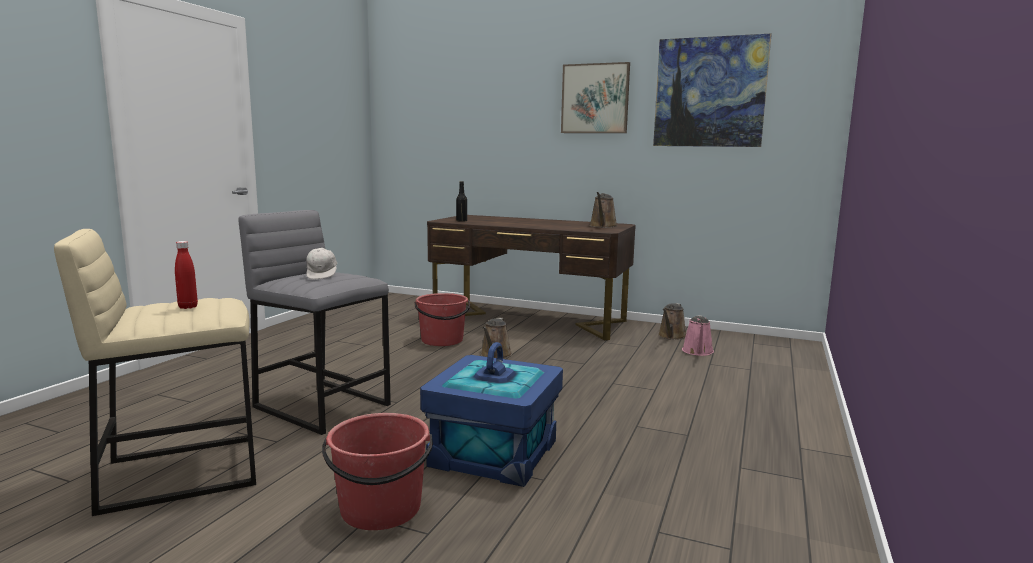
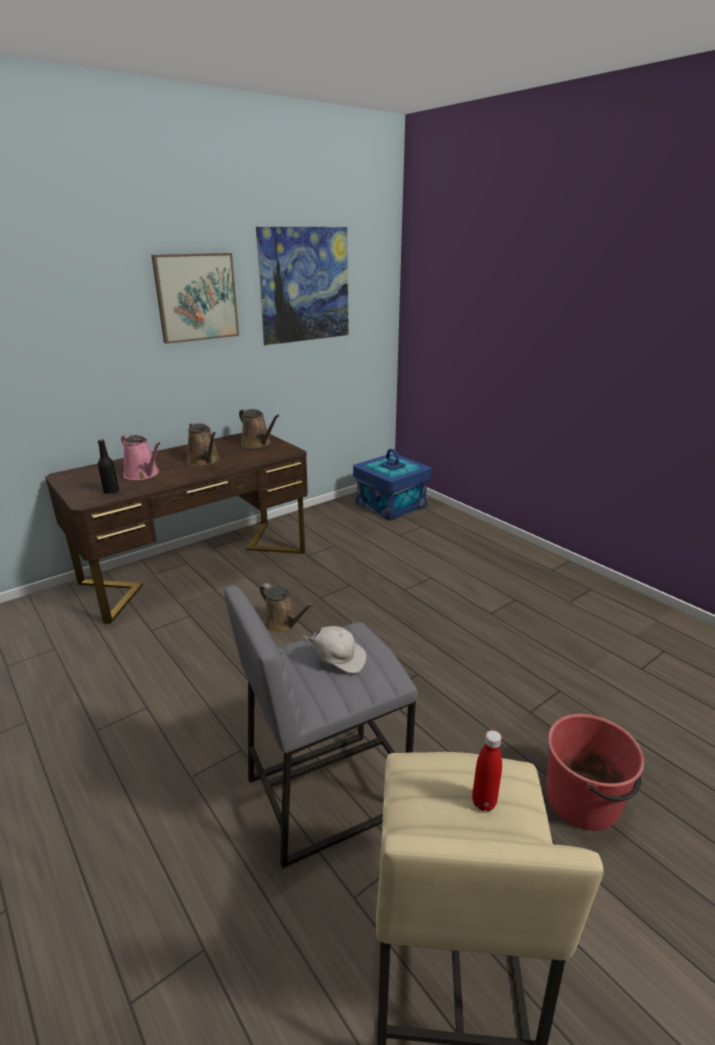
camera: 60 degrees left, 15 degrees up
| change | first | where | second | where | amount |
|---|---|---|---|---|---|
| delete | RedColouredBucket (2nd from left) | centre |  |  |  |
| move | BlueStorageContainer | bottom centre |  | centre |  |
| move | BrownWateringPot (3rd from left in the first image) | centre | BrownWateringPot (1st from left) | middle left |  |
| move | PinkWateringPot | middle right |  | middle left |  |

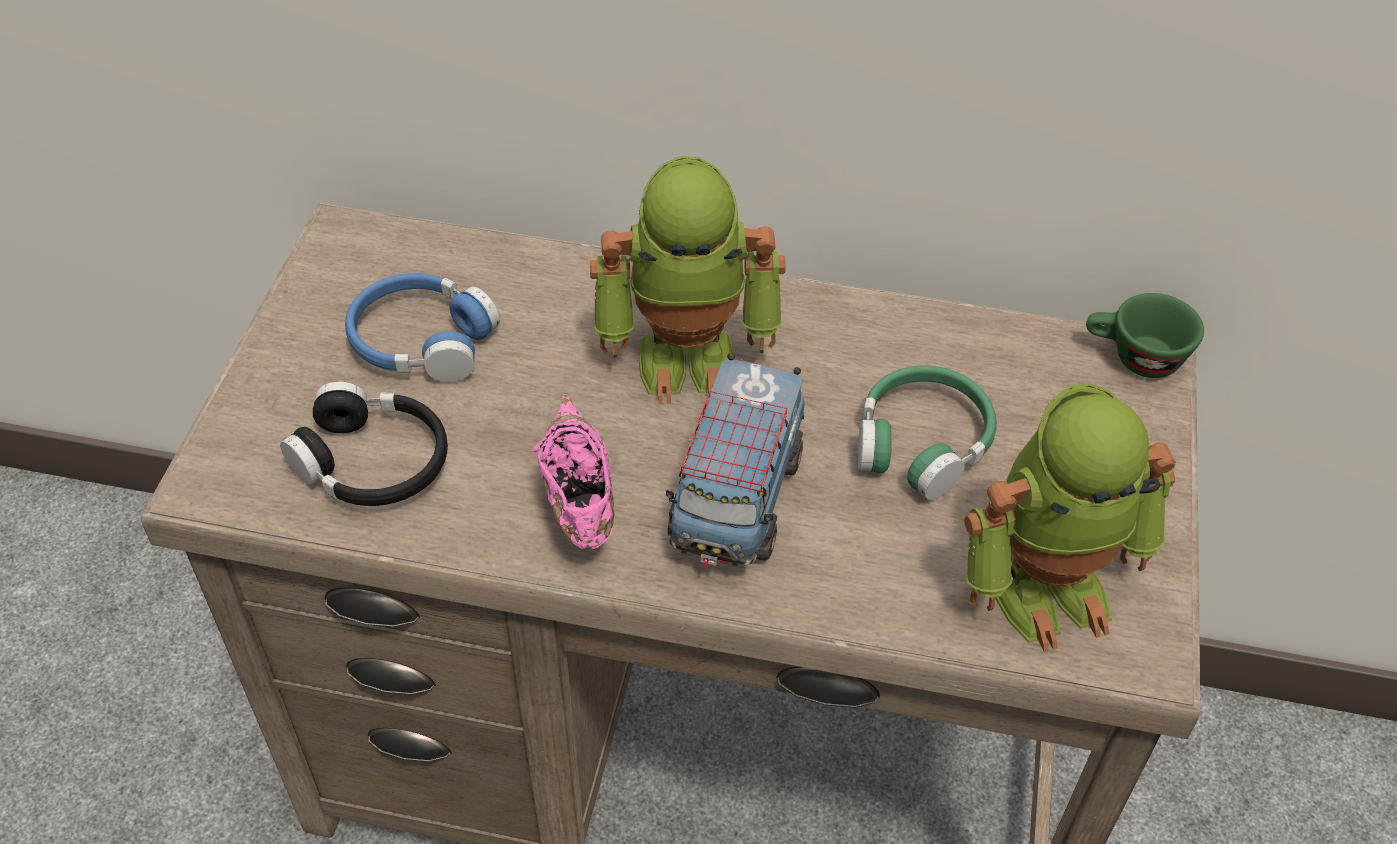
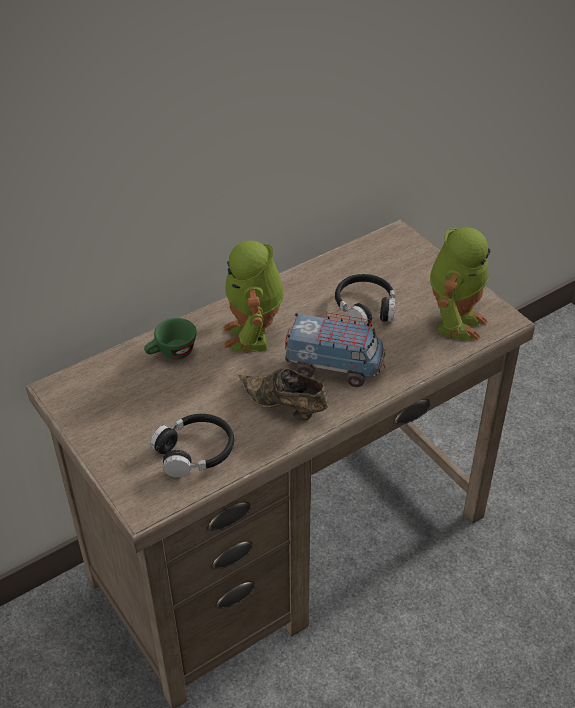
camera: 45 degrees left, 5 degrees down
| change | first | where | second | where | amount |
|---|---|---|---|---|---|
| delete | BlueHeadphones | middle left |  |  |  |
| move | GreenishDrinkingCup | middle right |  | middle left |  |
| recolor | PinkShoe | centre | BrownShoe | centre |  |
| recolor | GreenishHeadphones | centre | BlackHeadphones (2nd from left) | centre |  |
| rotate | ModelRobot (1st from left) | top centre |  | centre | 135 degrees clockwise |
| rotate | ToyLorry | centre |  | centre | 45 degrees counterclockwise |

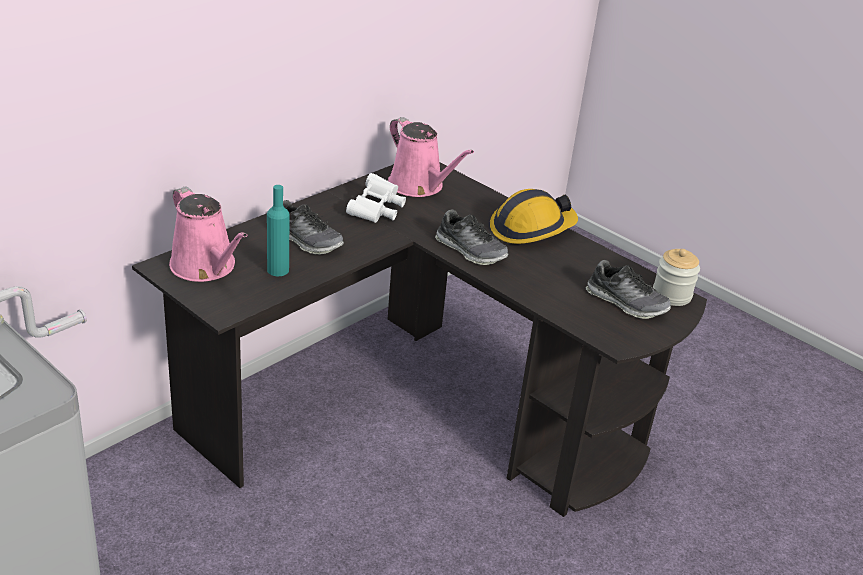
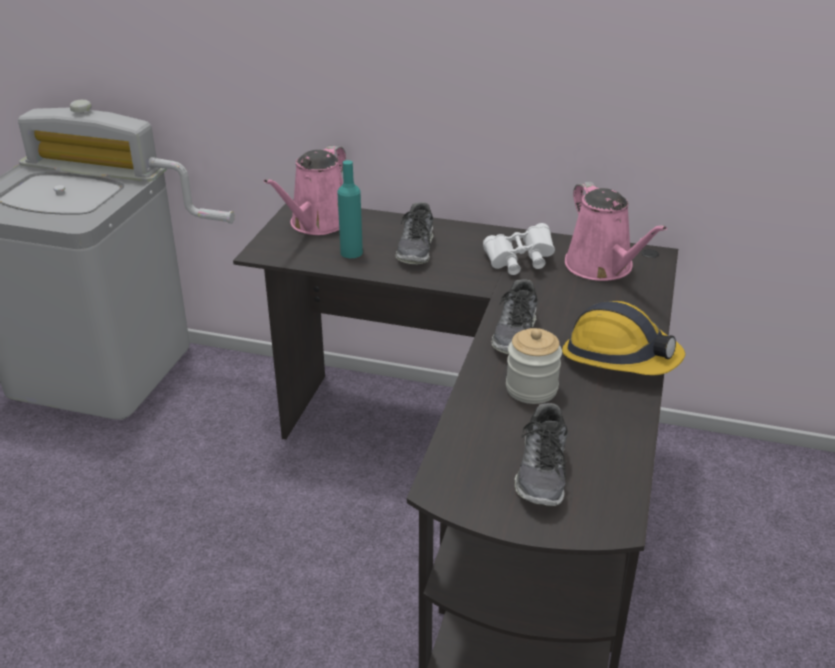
camera: 65 degrees right, 0 degrees up
| change | first | where | second | where | amount |
|---|---|---|---|---|---|
| move | PreserveJar | middle right |  | centre |  |
| rotate | PinkWateringPot (2nd from left) | top centre |  | middle right | 45 degrees counterclockwise |

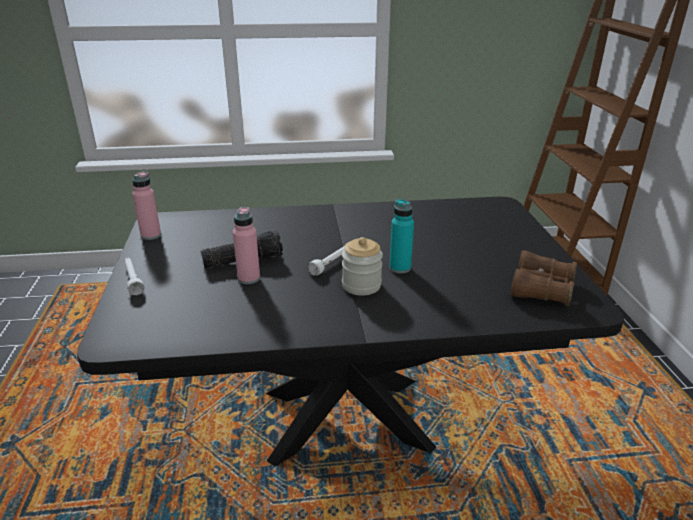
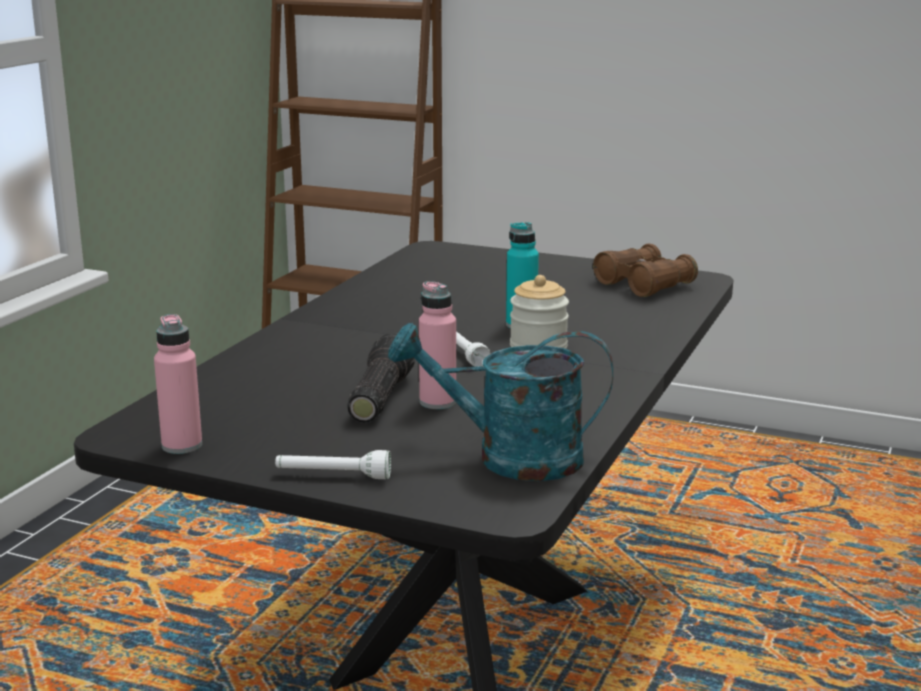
camera: 60 degrees left, 10 degrees down
| change | first | where | second | where | amount |
|---|---|---|---|---|---|
| insert |  |  | TurquoiseWateringPot | centre |  |

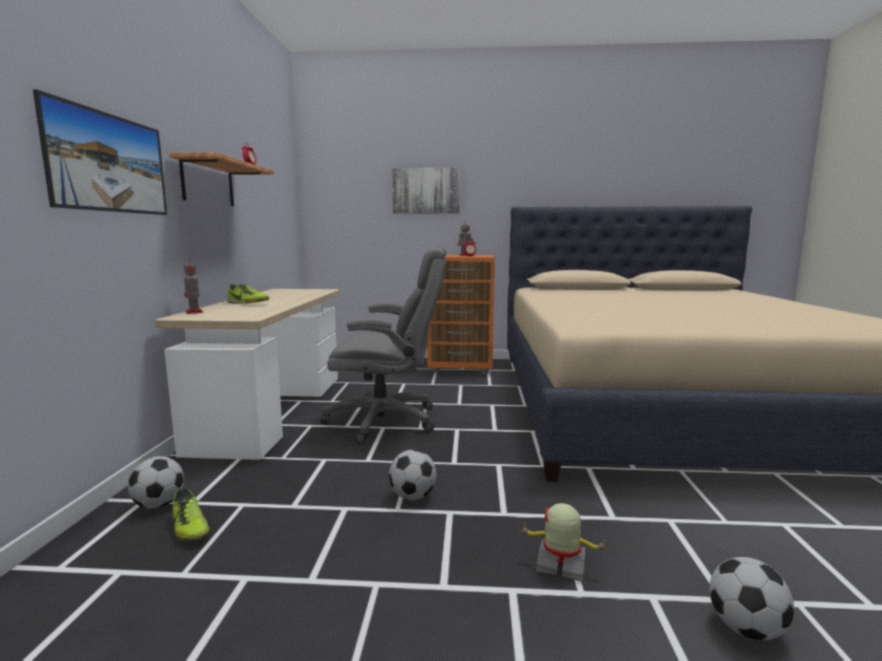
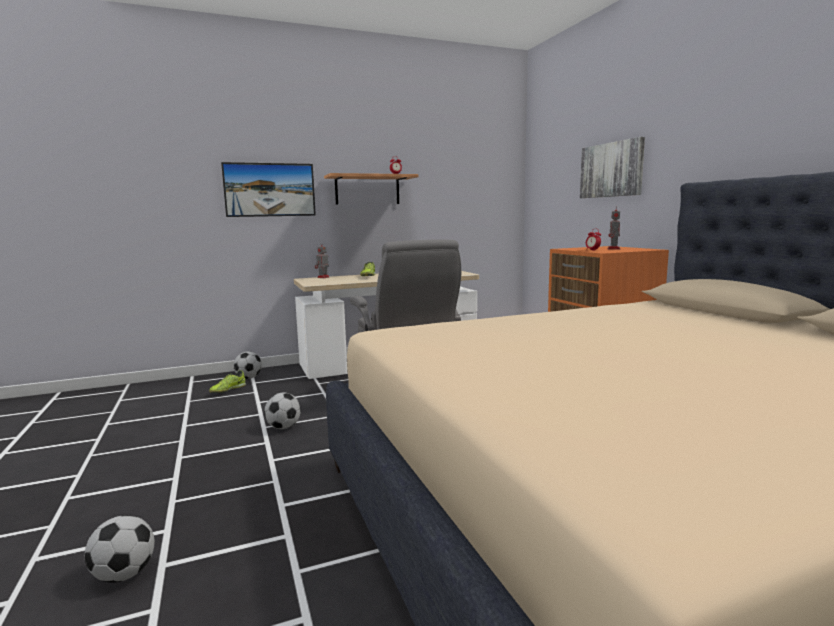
camera: 65 degrees right, 0 degrees up
| change | first | where | second | where | amount |
|---|---|---|---|---|---|
| delete | ModelRobot (3rd from left) | bottom centre |  |  |  |

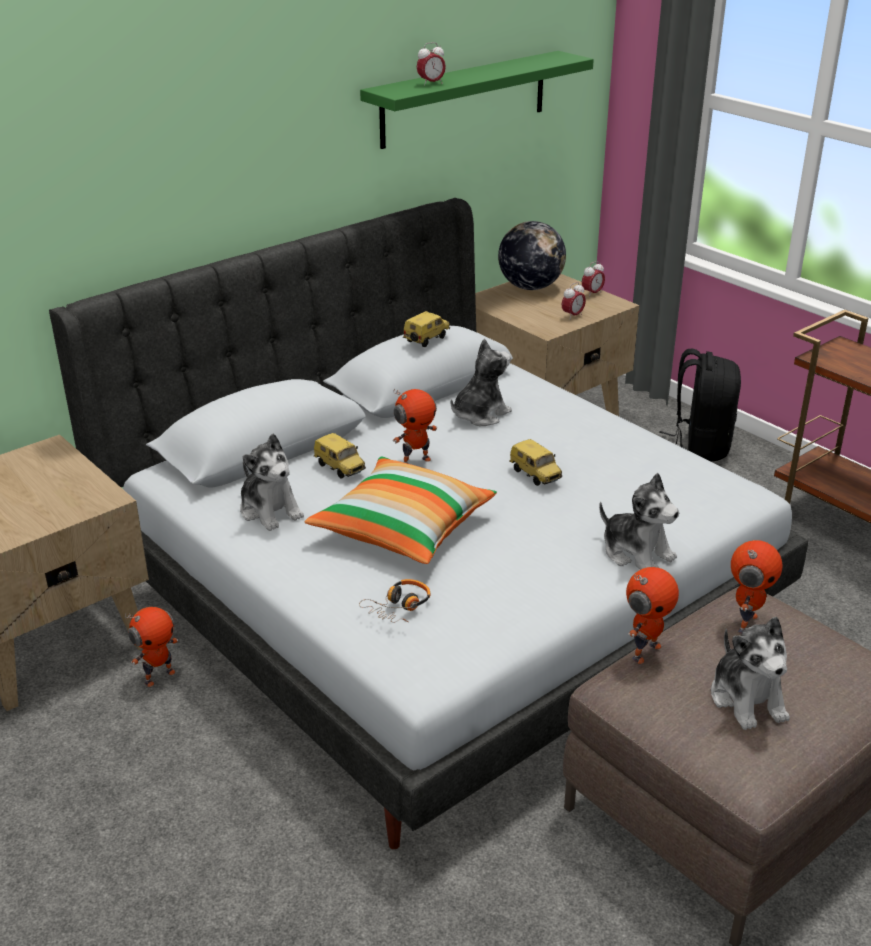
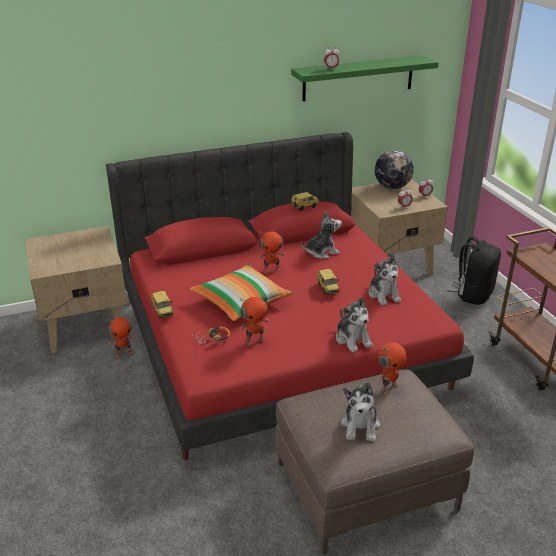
camera: 20 degrees right, 0 degrees up
| change | first | where | second | where | amount |
|---|---|---|---|---|---|
| move | CuddlyToy (1st from left in the first image) | middle left | CuddlyToy (4th from left) | middle right |  |
| move | ModelCar (1st from left) | centre |  | middle left |  |
| move | ModelRobot (3rd from left in the first image) | middle right | ModelRobot (2nd from left) | centre |  |
| recolor | GreySleepingBed | centre | RedColouredSleepingBed | centre |  |

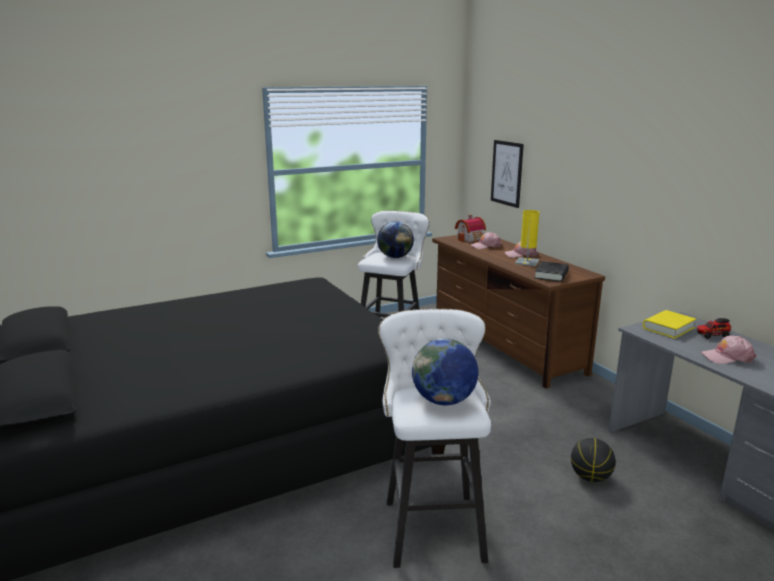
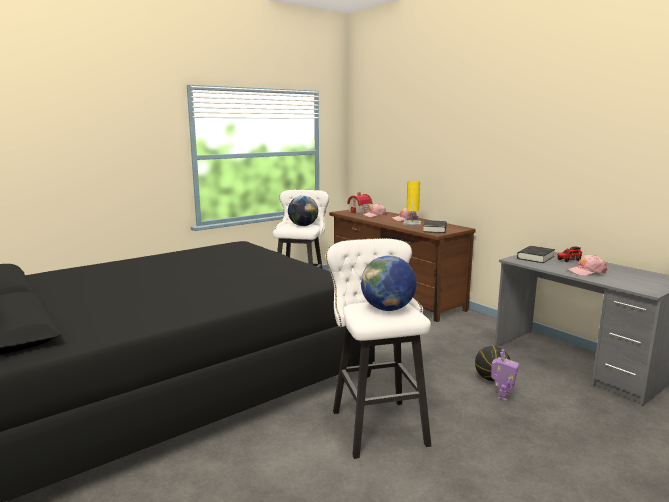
camera: 10 degrees left, 5 degrees down
| change | first | where | second | where | amount |
|---|---|---|---|---|---|
| delete | WallArt | top centre |  |  |  |
| insert |  |  | ModelRobot | bottom right |  |
| recolor | YellowishBoundBook | middle right | BlackBoundBook (2nd from left) | middle right |  |

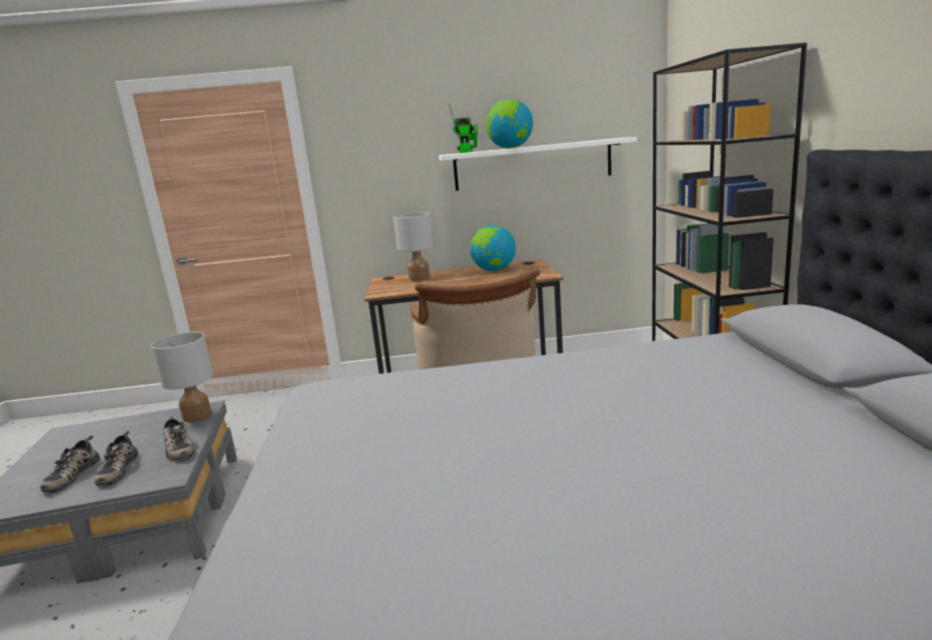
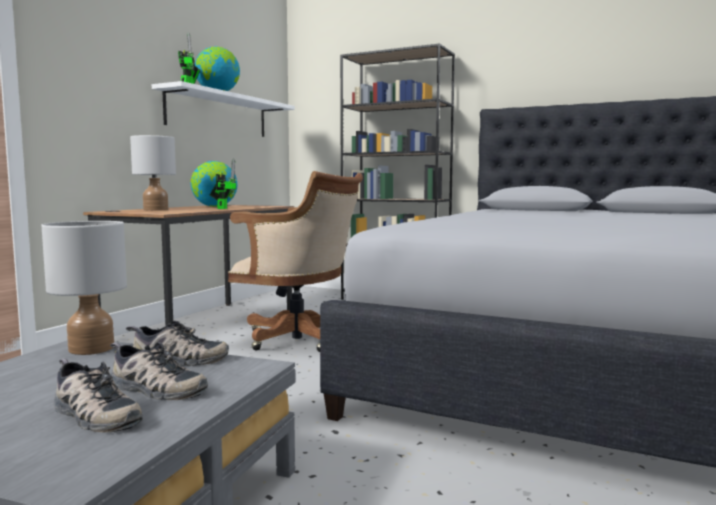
camera: 60 degrees left, 10 degrees down
| change | first | where | second | where | amount |
|---|---|---|---|---|---|
| insert |  |  | ModelRobot (2nd from left) | middle left |  |

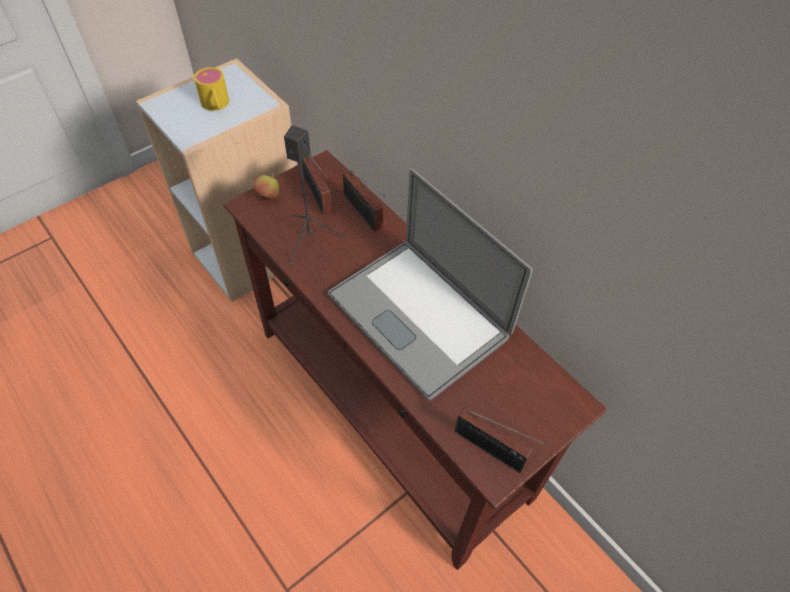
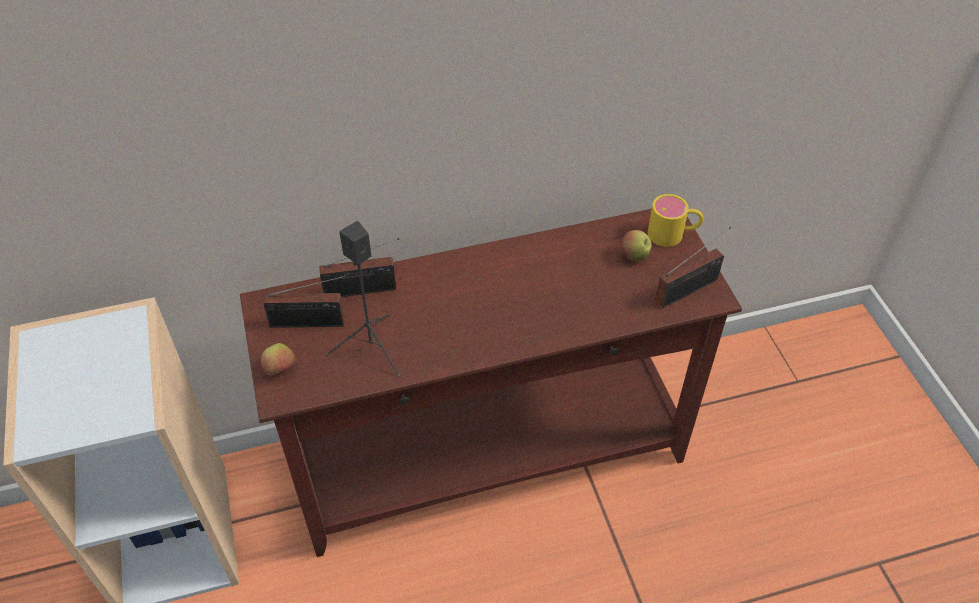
camera: 65 degrees left, 5 degrees down
| change | first | where | second | where | amount |
|---|---|---|---|---|---|
| delete | PortableComputer | centre |  |  |  |
| insert |  |  | Apple (2nd from left) | centre |  |
| move | YellowishCoffeeMug | top left |  | middle right |  |

